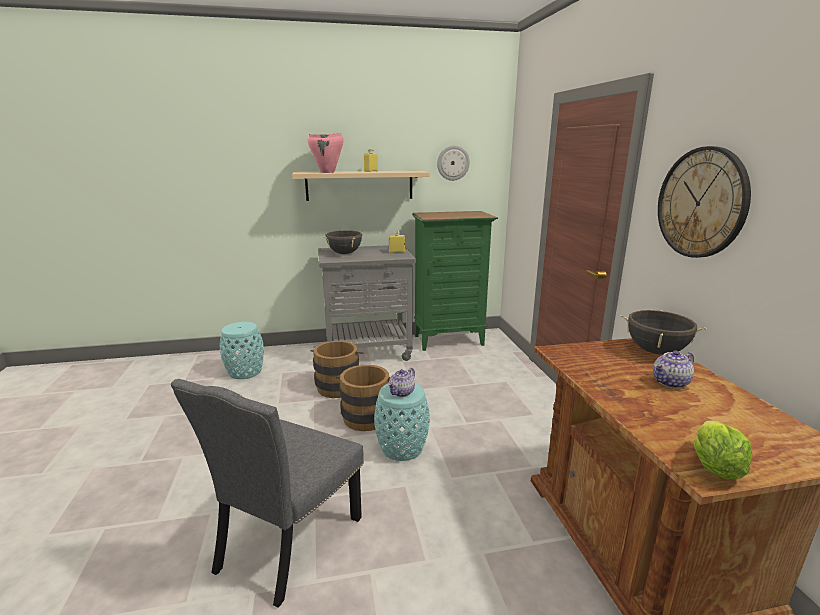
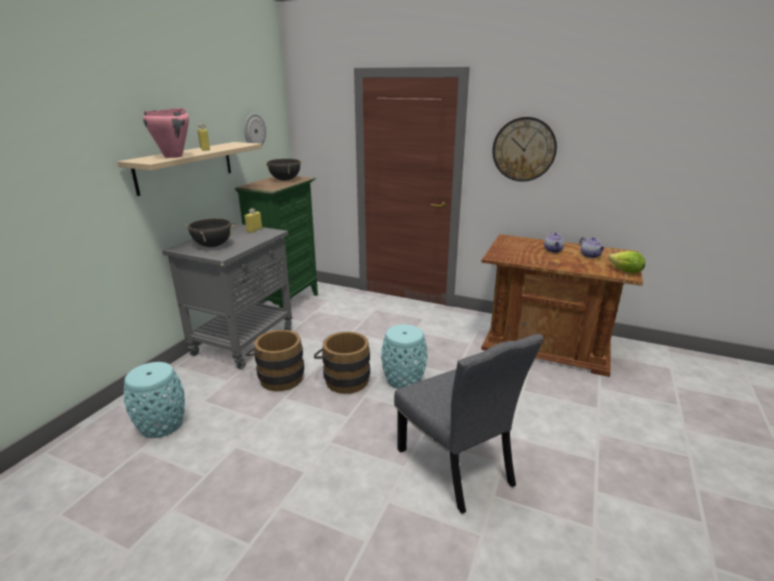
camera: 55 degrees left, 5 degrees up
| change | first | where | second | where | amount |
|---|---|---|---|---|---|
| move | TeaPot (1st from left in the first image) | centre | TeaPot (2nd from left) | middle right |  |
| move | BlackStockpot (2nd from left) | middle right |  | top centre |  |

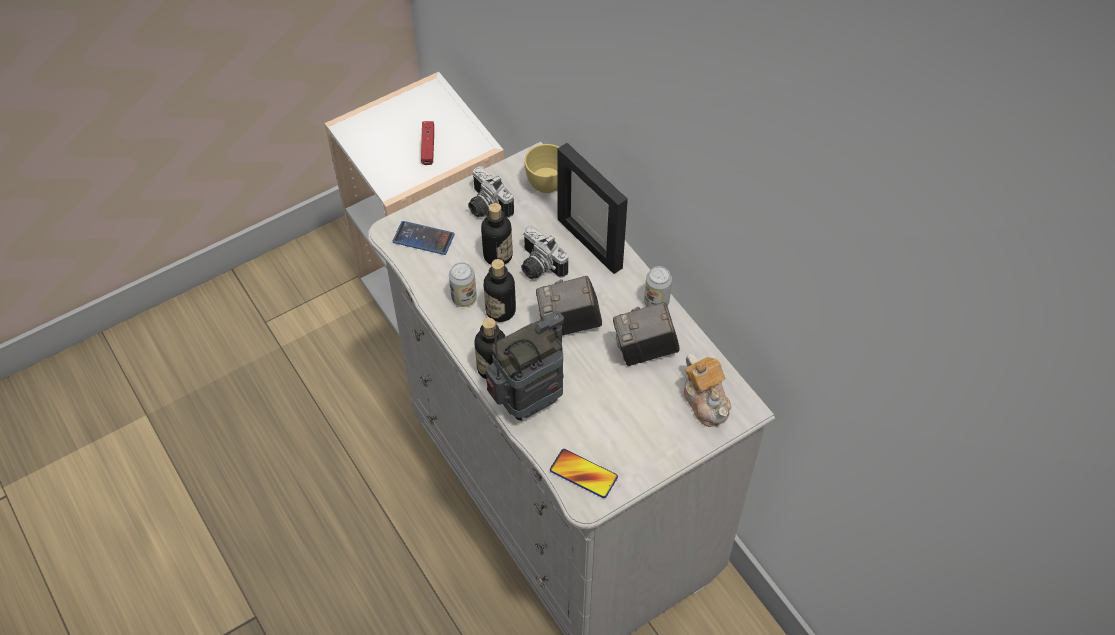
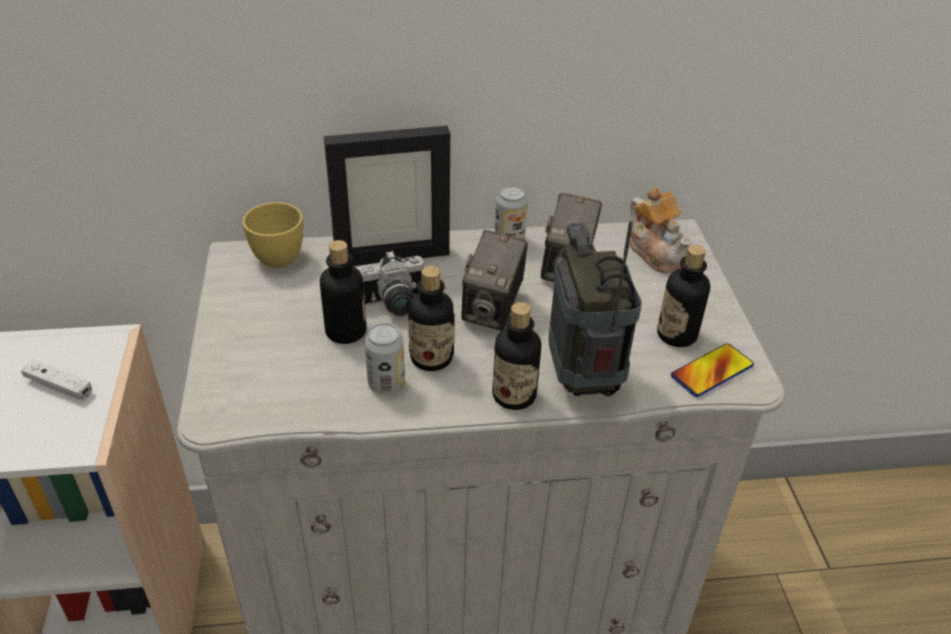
camera: 65 degrees left, 15 degrees down
| change | first | where | second | where | amount |
|---|---|---|---|---|---|
| delete | Handset (1st from left) | centre |  |  |  |
| delete | StillCamera (1st from left) | top centre |  |  |  |
| insert |  |  | DrinkBottle (4th from left) | middle right |  |
| recolor | RedColouredJoypad | top centre | WhitishJoypad | middle left |  |
| rotate | TeaPot | centre |  | middle right | 60 degrees clockwise |

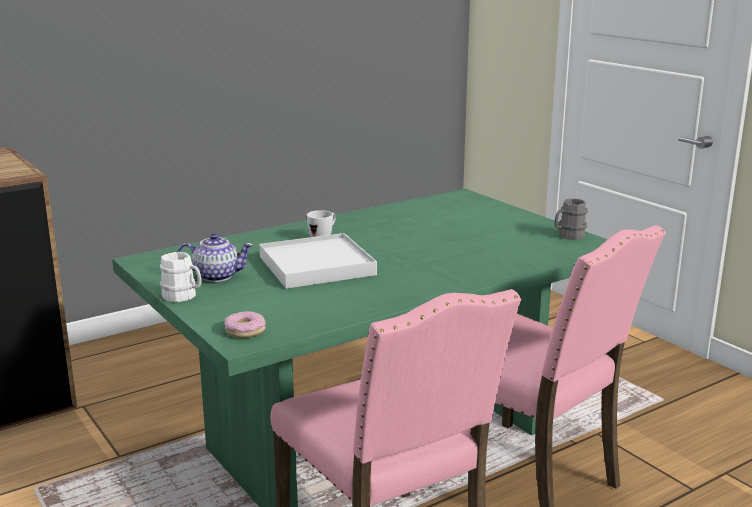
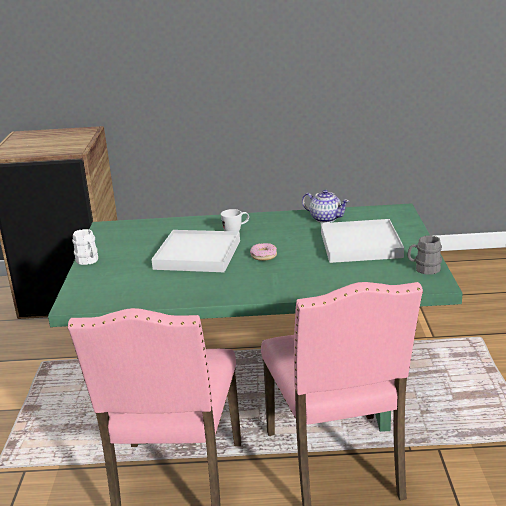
camera: 35 degrees right, 5 degrees up
| change | first | where | second | where | amount |
|---|---|---|---|---|---|
| insert |  |  | WhitishCarryingTray (2nd from left) | middle right |  |
| move | TeaPot | middle left |  | centre |  |
| move | Donut | middle left |  | centre |  |

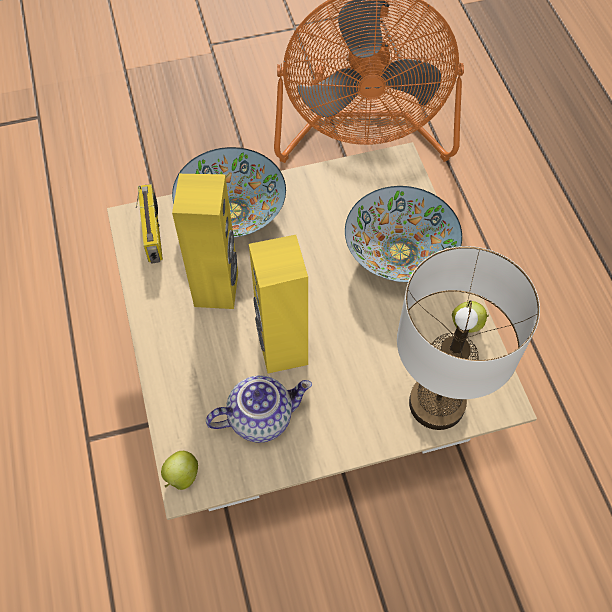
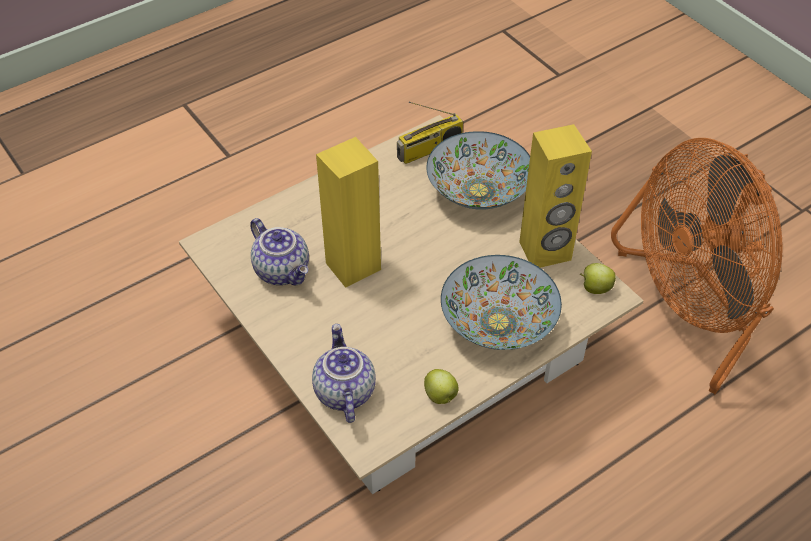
camera: 70 degrees right, 10 degrees down
| change | first | where | second | where | amount |
|---|---|---|---|---|---|
| move | Apple (1st from left in the first image) | bottom left | Apple (2nd from left) | middle right |  |
| move | YellowishLoudspeaker (1st from left in the first image) | centre | YellowishLoudspeaker (2nd from left) | middle right |  |
| replace | TabletopLamp | middle right | TeaPot (2nd from left) | bottom centre |  |

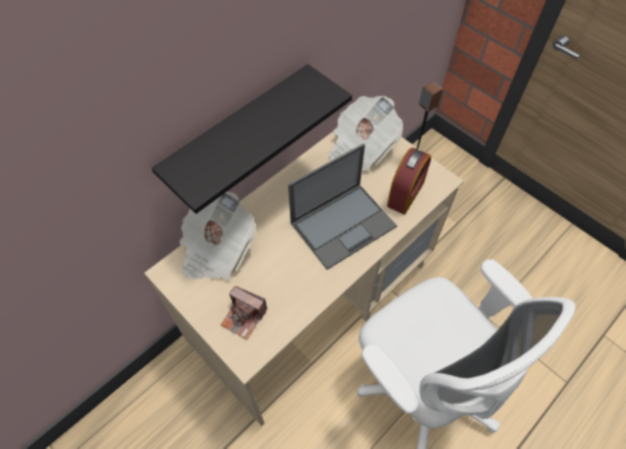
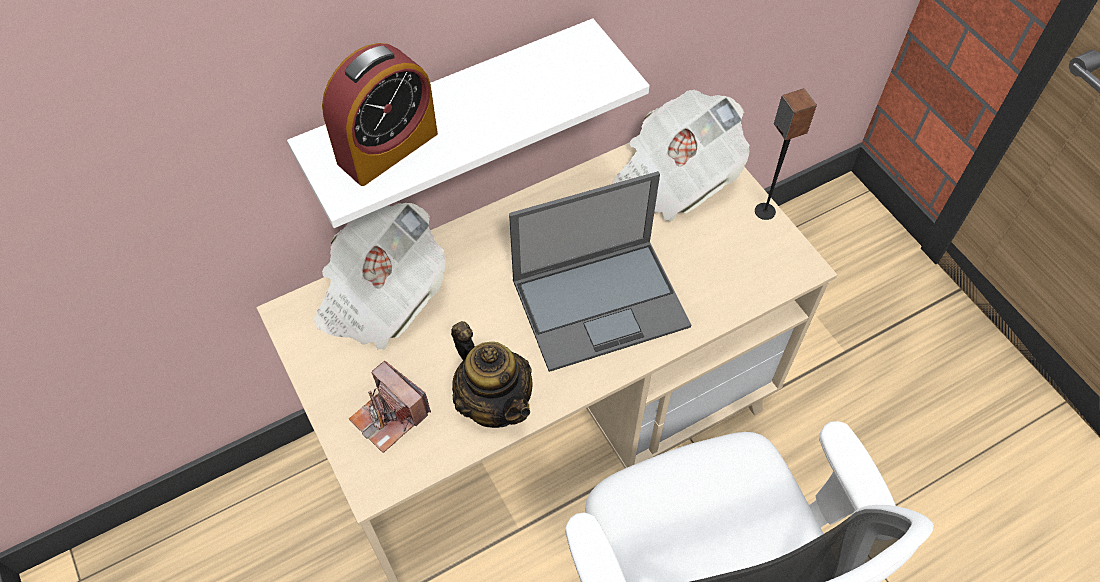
camera: 15 degrees right, 0 degrees up
| change | first | where | second | where | amount |
|---|---|---|---|---|---|
| insert |  |  | TeaPot | centre |  |
| move | BedsideClock | centre |  | top centre |  |
| recolor | BlackBracketShelf | top centre | WhitishBracketShelf | top centre |  |

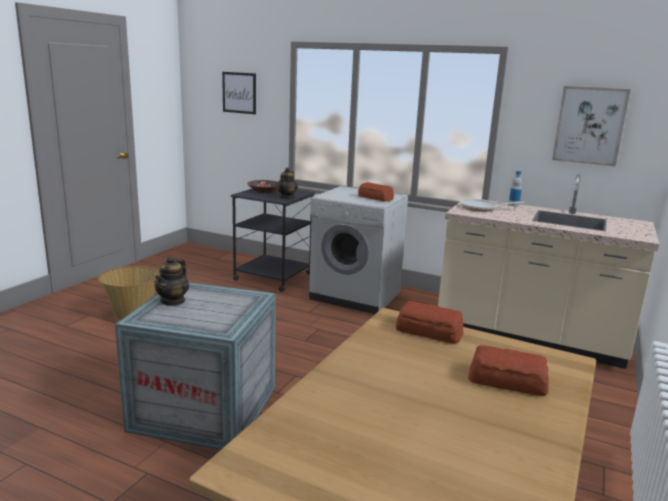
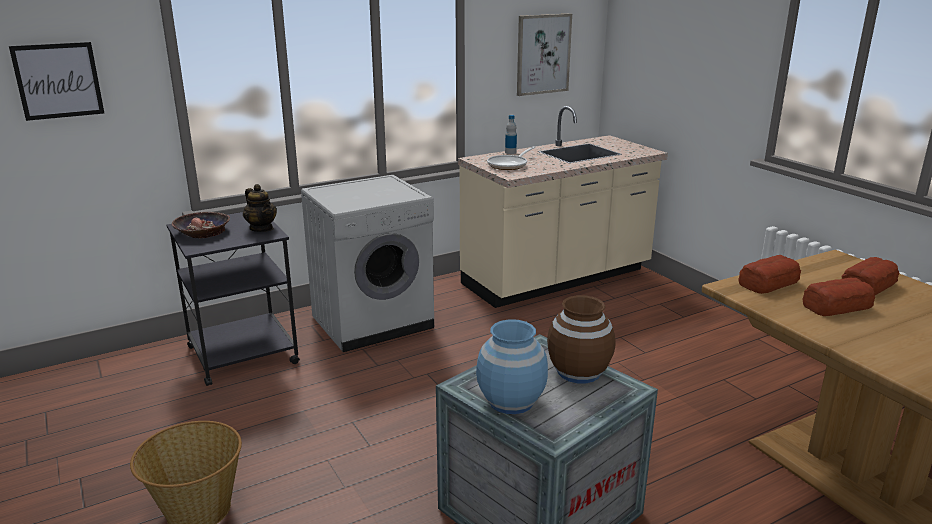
camera: 55 degrees left, 5 degrees up
| change | first | where | second | where | amount |
|---|---|---|---|---|---|
| insert |  |  | BrownFlowerVase | centre |  |
| move | BakedBread (1st from left in the first image) | centre | BakedBread (2nd from left) | middle right |  |
| replace | TeaPot (1st from left) | middle left | BlueFlowerVase | bottom centre |  |

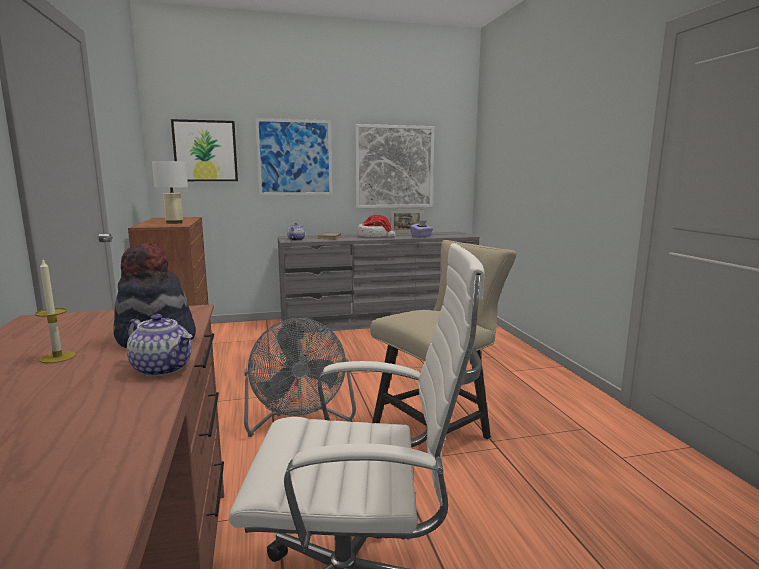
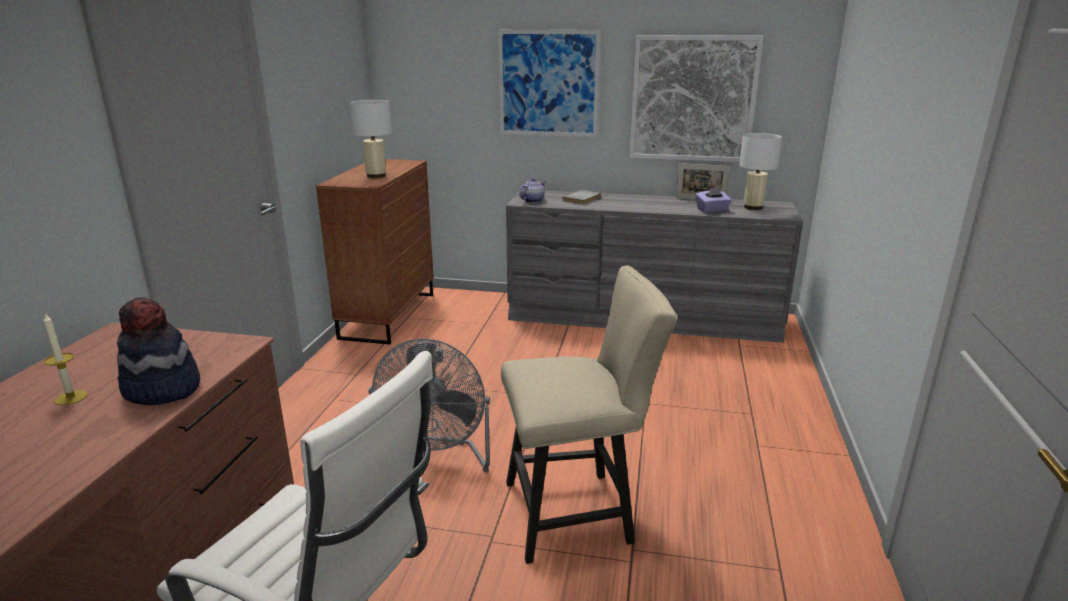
camera: 25 degrees right, 10 degrees up
| change | first | where | second | where | amount |
|---|---|---|---|---|---|
| delete | TeaPot (1st from left) | middle left |  |  |  |
| delete | WallArt (1st from left) | top left |  |  |  |
| delete | ClothingHat (2nd from left) | centre |  |  |  |
| insert |  |  | WhitishTabletopLamp (2nd from left) | top right |  |

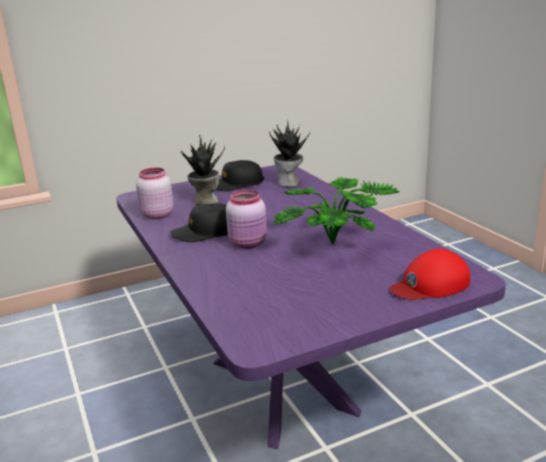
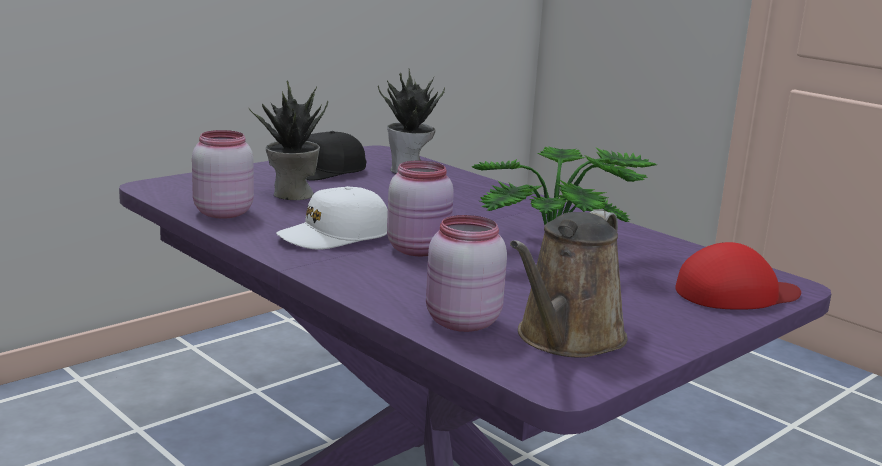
camera: 20 degrees left, 5 degrees down
| change | first | where | second | where | amount |
|---|---|---|---|---|---|
| insert |  |  | PinkPreserveJar (3rd from left) | centre |  |
| insert |  |  | BrownWateringPot | centre |  |
| recolor | BlackCap (1st from left) | centre | WhitishCap | centre |  |
| rotate | RedColouredCap | middle right |  | middle right | 150 degrees counterclockwise |

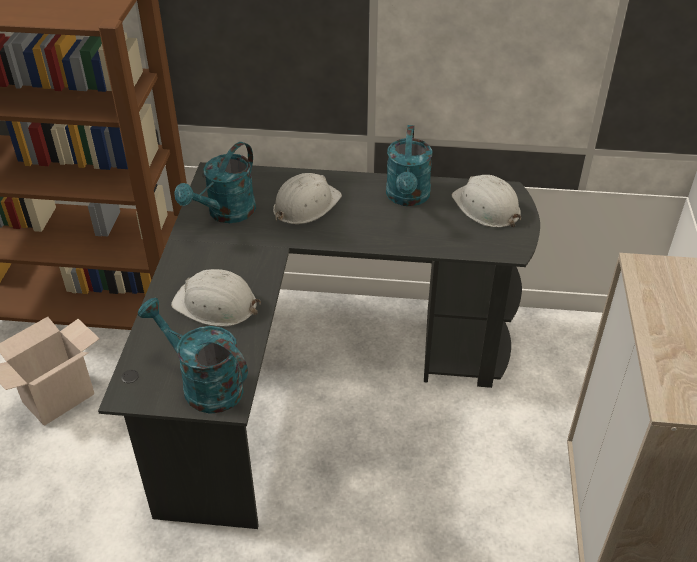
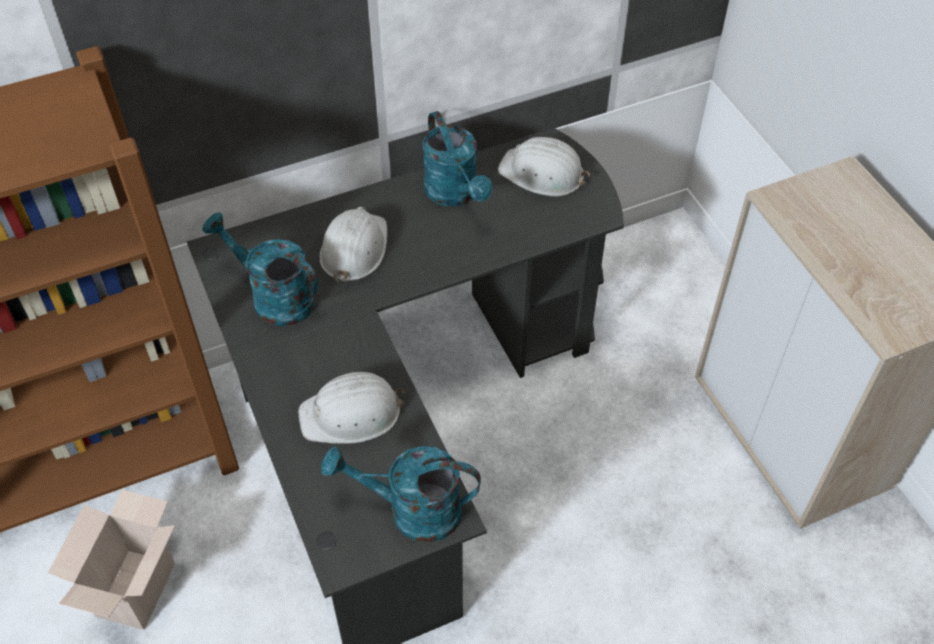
camera: 30 degrees left, 10 degrees up
| change | first | where | second | where | amount |
|---|---|---|---|---|---|
| rotate | TurquoiseWateringPot (2nd from left in the first image) | top left | TurquoiseWateringPot (1st from left) | middle left | 120 degrees clockwise |

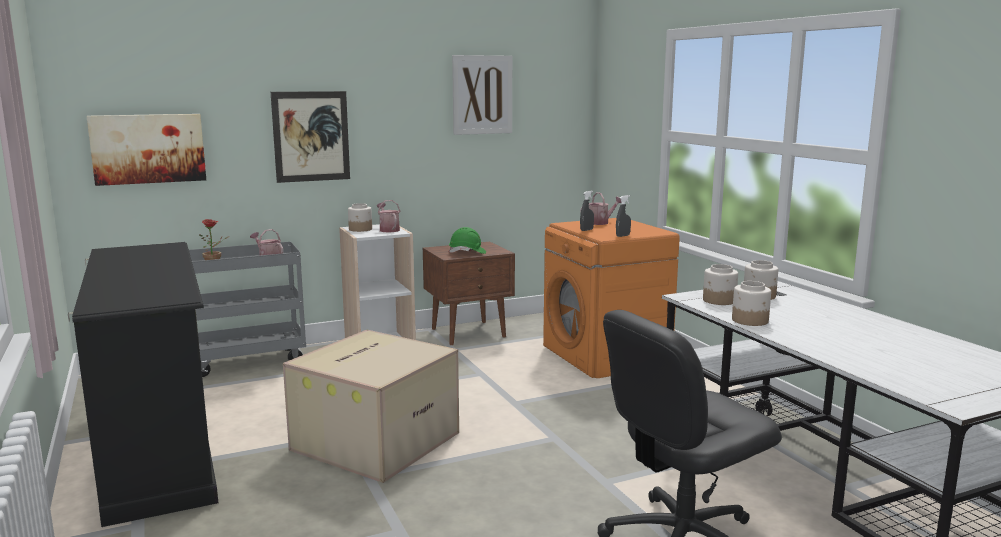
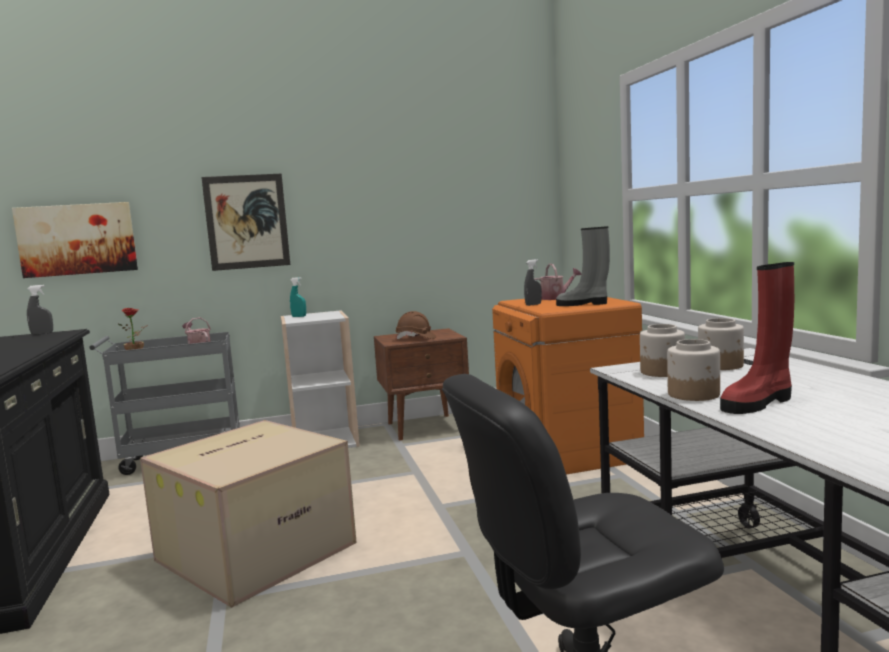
camera: 10 degrees right, 5 degrees down
| change | first | where | second | where | amount |
|---|---|---|---|---|---|
| delete | WateringPot (2nd from left) | centre |  |  |  |
| delete | WallArt (3rd from left) | top centre |  |  |  |
| insert |  |  | GreyBoot | centre |  |
| insert |  |  | RedColouredBoot | middle right |  |
| move | GreyHandSprayer (2nd from left in the first image) | centre | GreyHandSprayer (1st from left) | middle left |  |
| replace | PreserveJar (1st from left) | centre | TurquoiseHandSprayer | centre |  |
| recolor | GreenishSafetyHelmet | centre | BrownSafetyHelmet | centre |  |

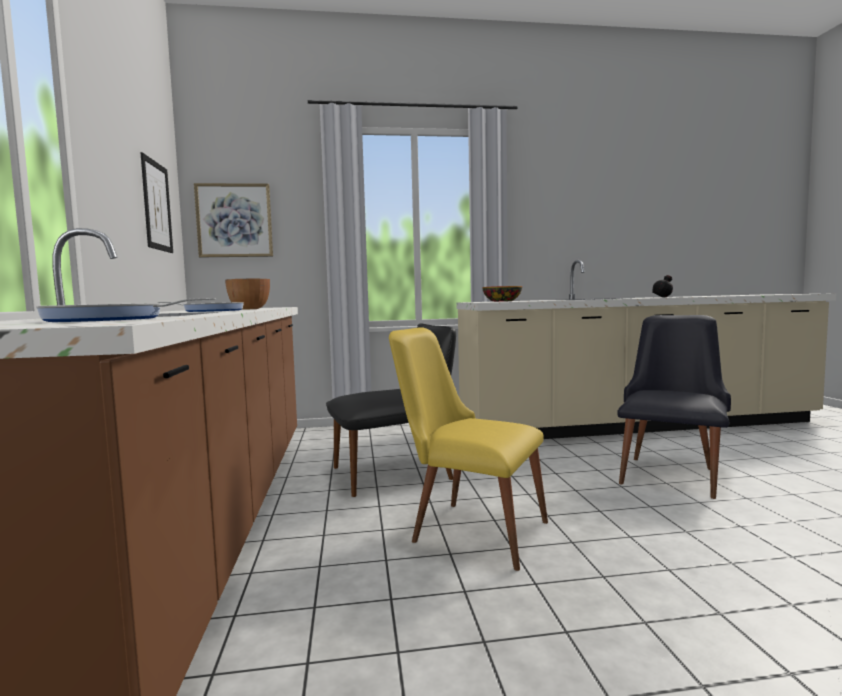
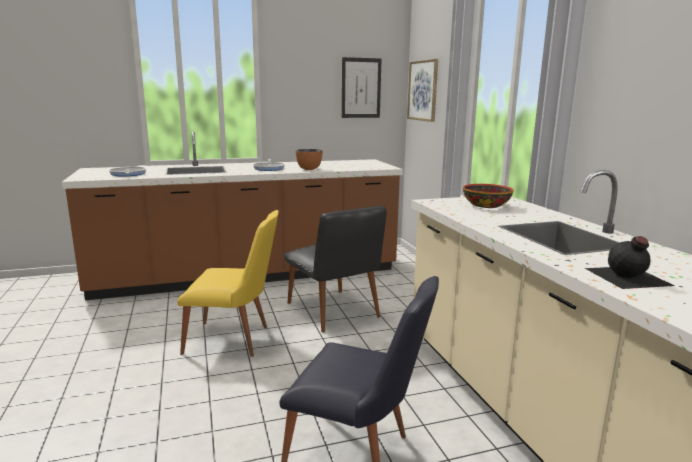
camera: 80 degrees right, 10 degrees up
| change | first | where | second | where | amount |
|---|---|---|---|---|---|
| rotate | YellowishUprightChair | centre |  | middle left | 75 degrees clockwise |

